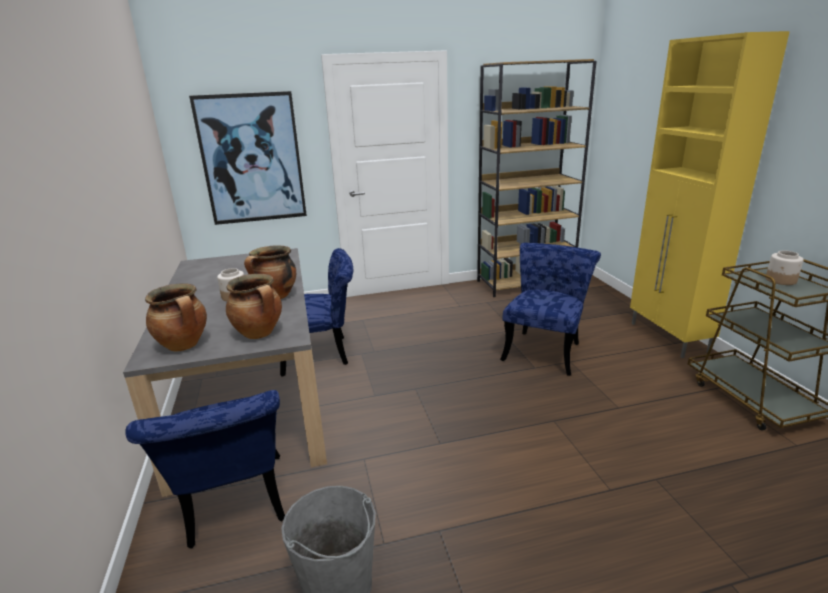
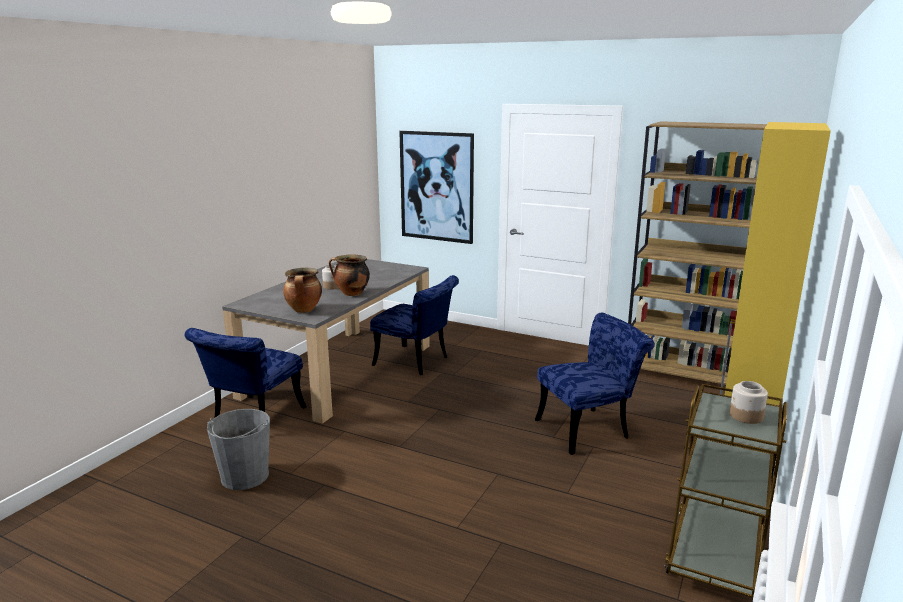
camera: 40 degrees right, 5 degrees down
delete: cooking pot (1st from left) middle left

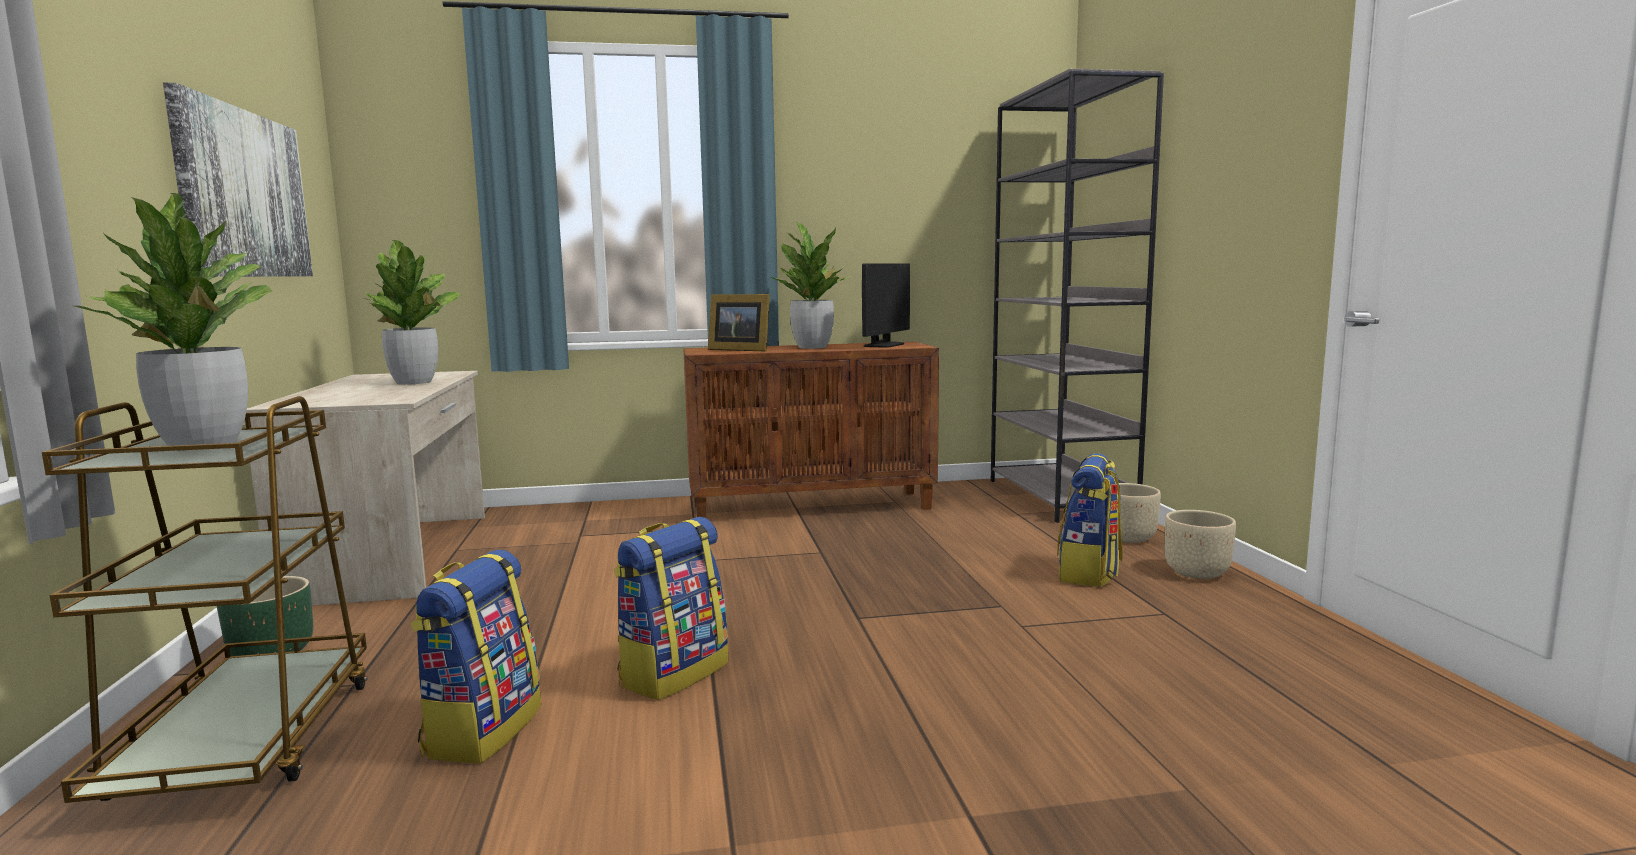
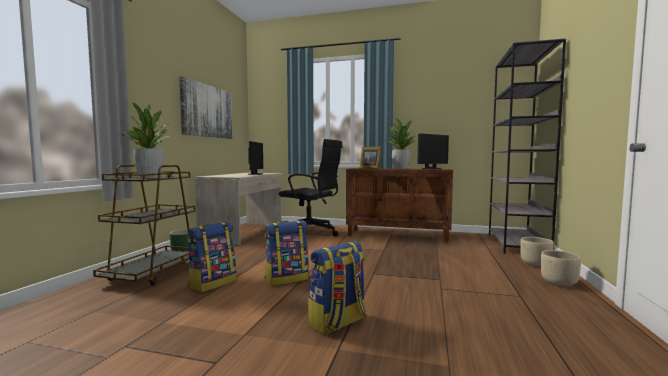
camera: 25 degrees right, 5 degrees down
insert: office chair (black) centre
move: backpack (3rd from left) centre to bottom centre
replace: potted plant (2nd from left) middle left to monitor (1st from left) centre

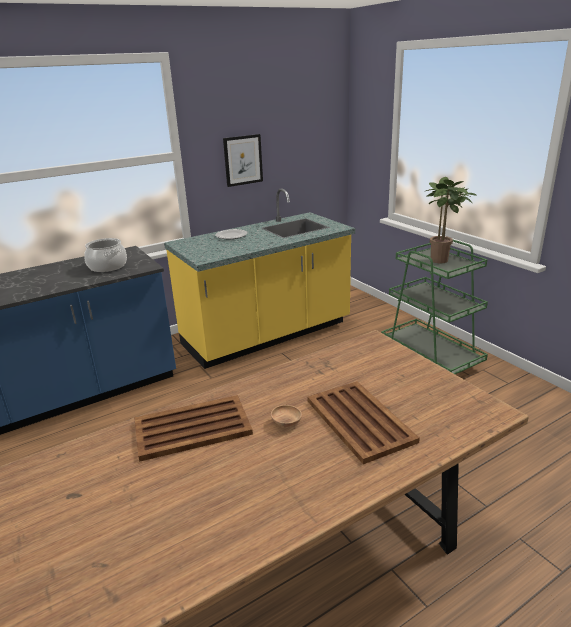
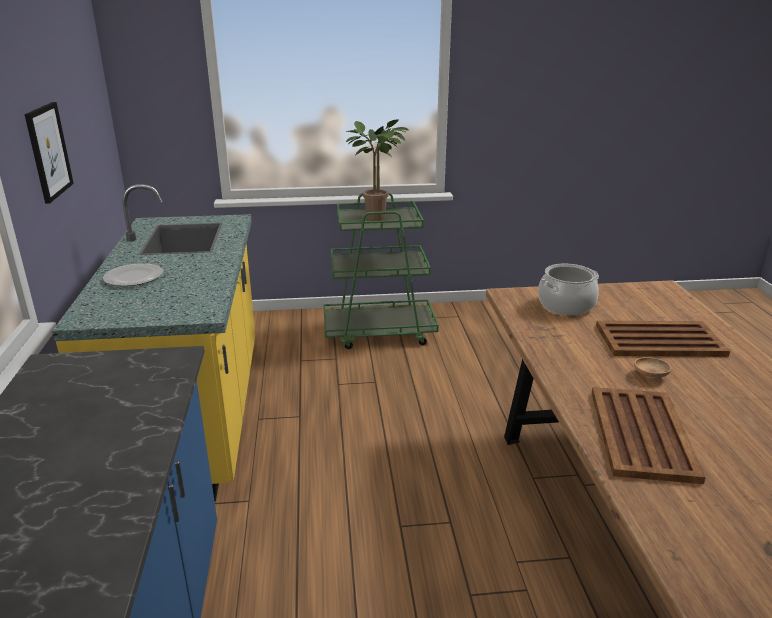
camera: 65 degrees left, 0 degrees up
move: cooking pot middle left to middle right

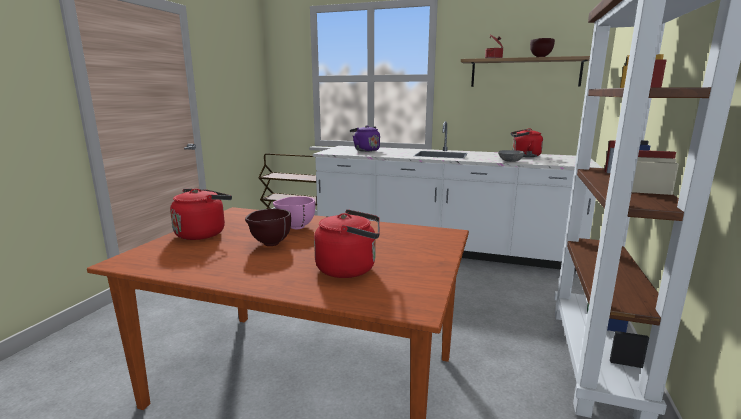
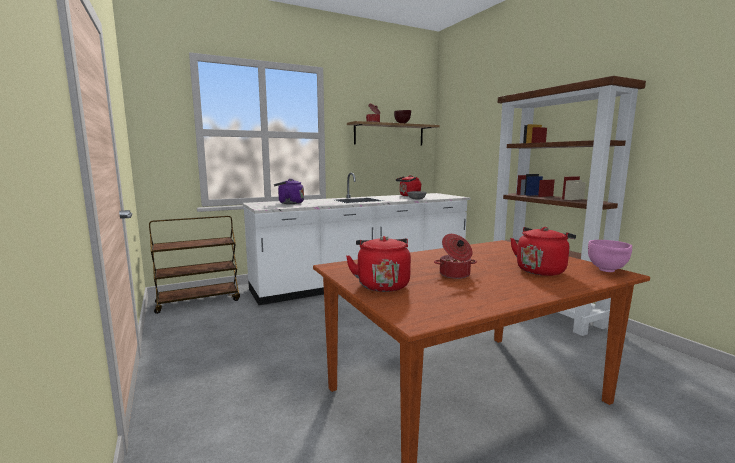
camera: 45 degrees left, 5 degrees down
move: bowl (pink) centre to middle right
replace: bowl (brown) (1st from left) centre to cooking pot (2nd from left) centre

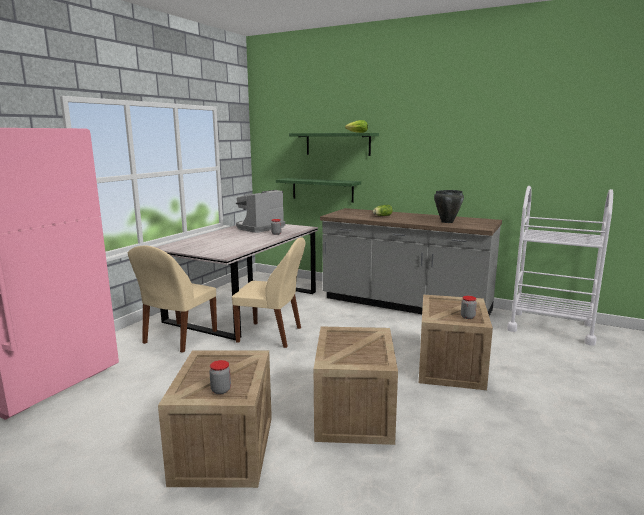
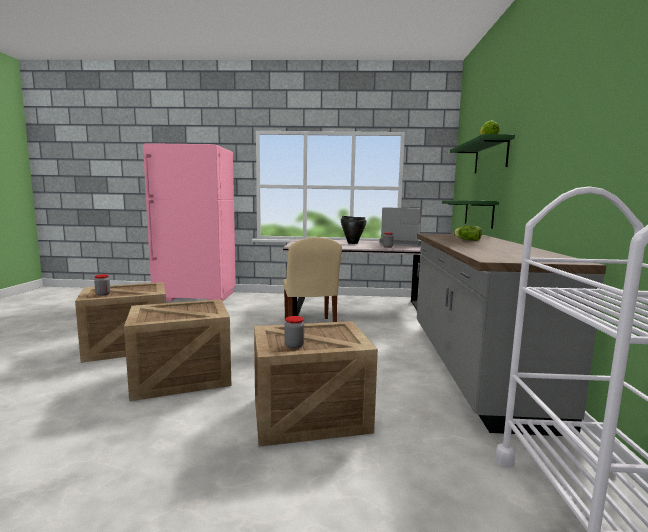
camera: 65 degrees right, 5 degrees down
delete: chair (beige) (1st from left) middle left
move: cooking pot (black) middle right to centre

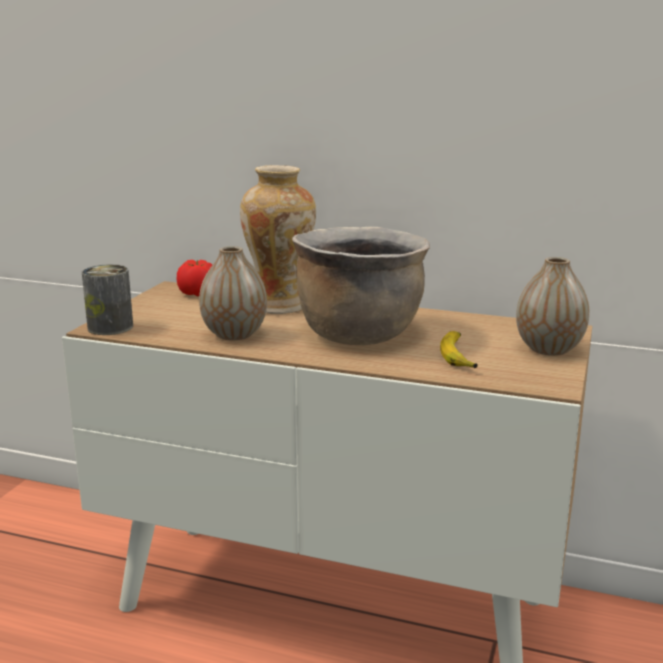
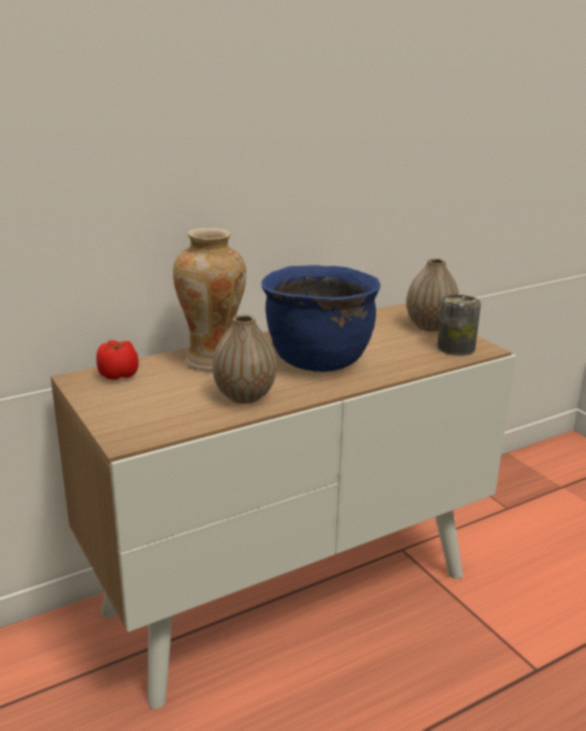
camera: 50 degrees left, 5 degrees up
delete: banana middle right
move: can middle left to middle right
recolor: cooking pot (brown) centre to cooking pot (blue) centre

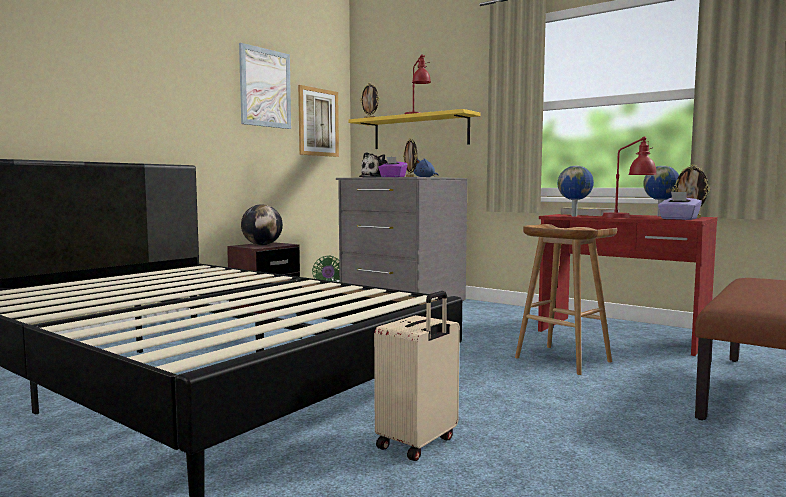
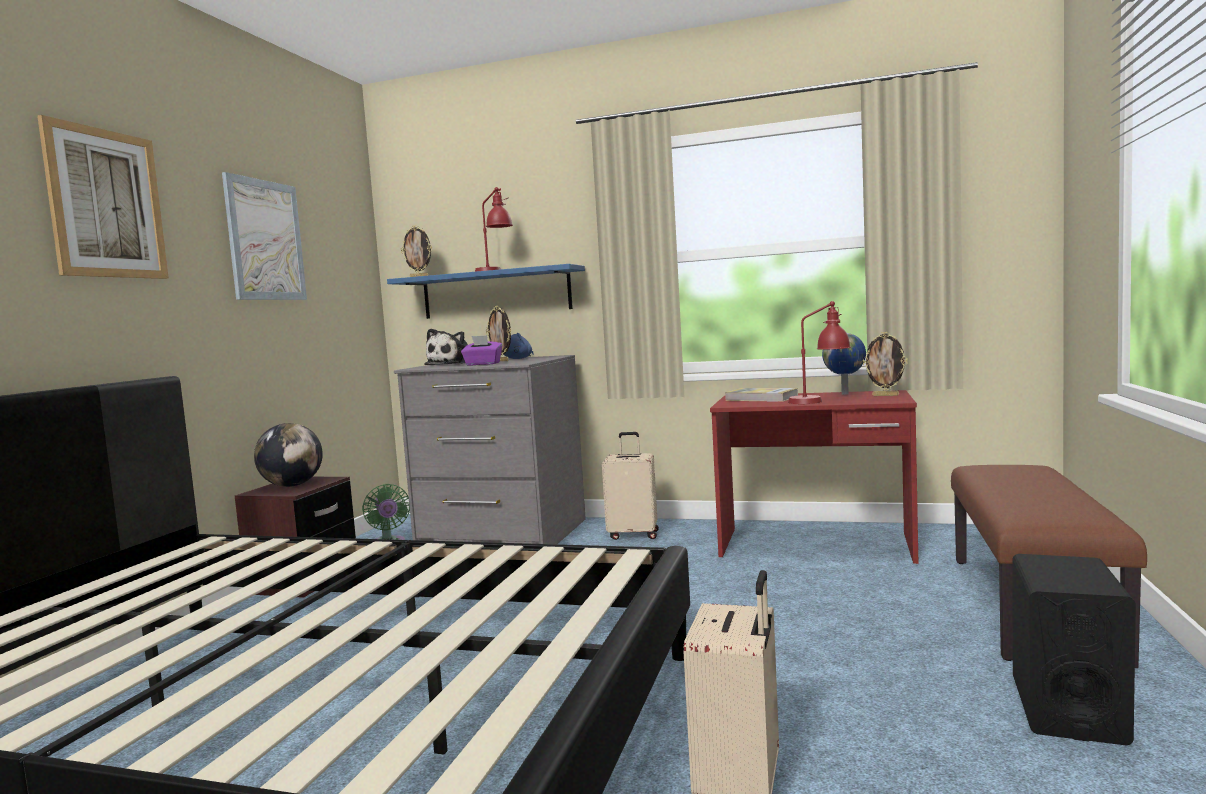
camera: 20 degrees left, 0 degrees up
delete: stool (brown) middle right; globe (2nd from left) middle right; tissue box (purple) (2nd from left) middle right
insert: suitcase (beige) (1st from left) centre; speaker (black) bottom right
move: picture (2nd from left in the first image) top centre to picture (1st from left) top left
recolor: shelf (yellow) top centre to shelf (blue) centre

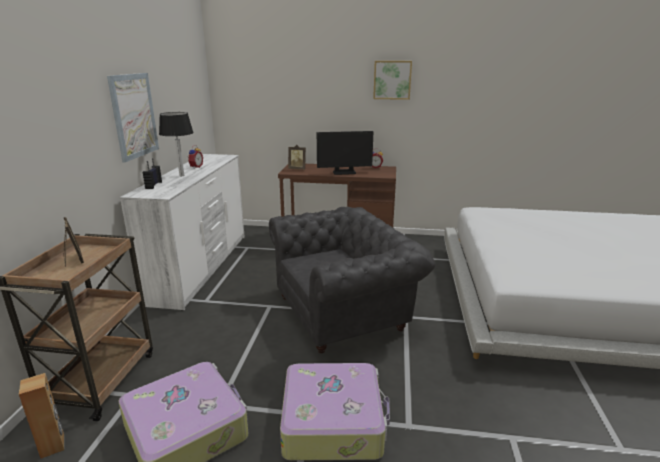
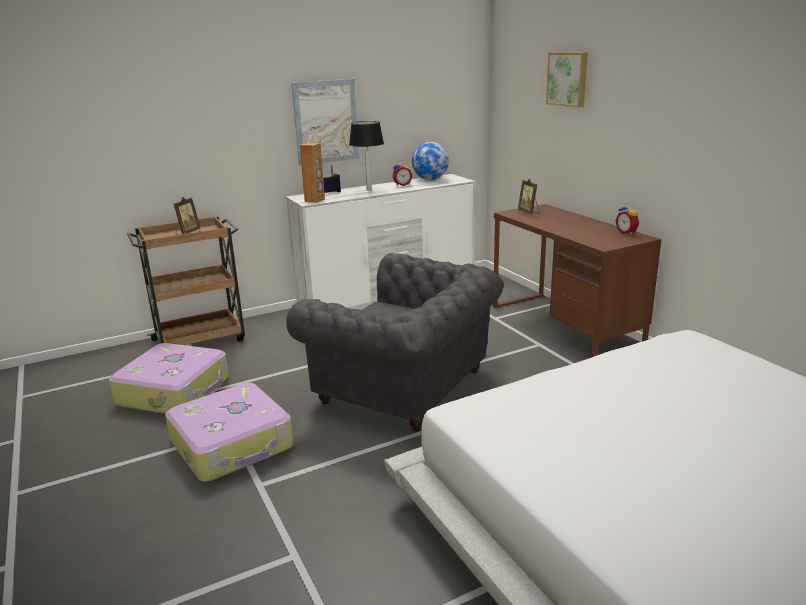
camera: 55 degrees right, 0 degrees up
delete: monitor top centre
insert: globe top centre
move: speaker (brown) bottom left to top centre; picture (2nd from left) top centre to top right

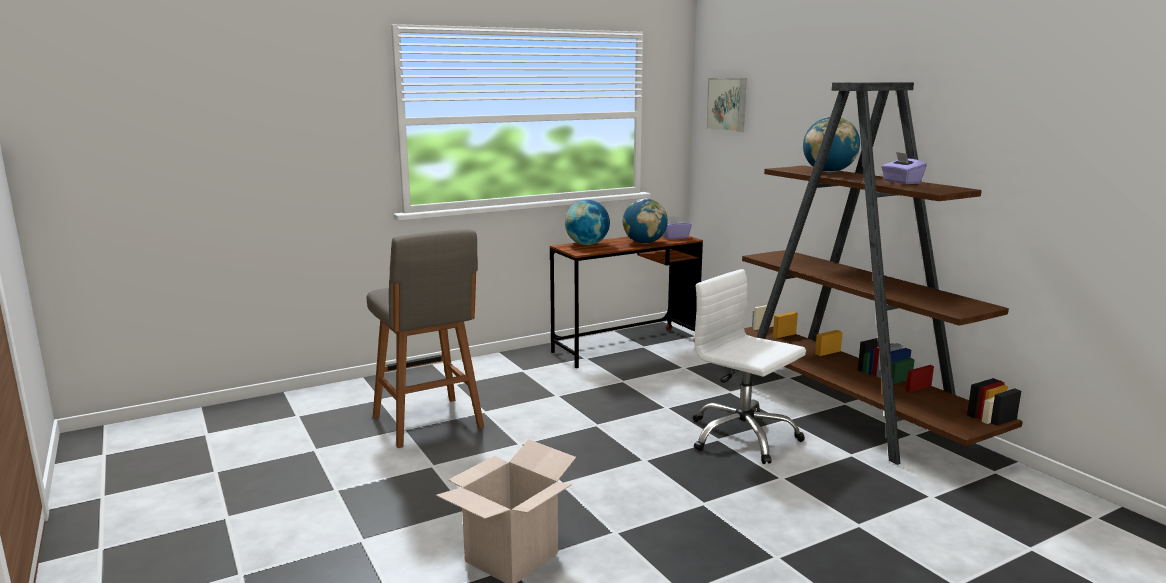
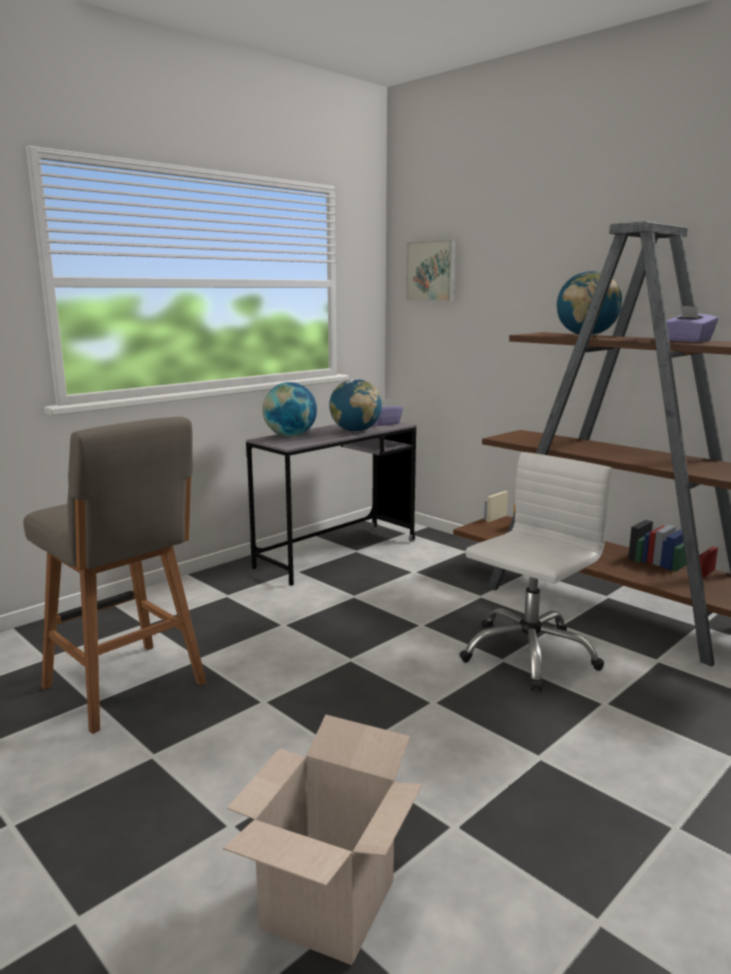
camera: 15 degrees left, 0 degrees up
recolor: desk (brown) centre to desk (grey) centre
rotate: office chair (white) centre = middle right 105 degrees clockwise

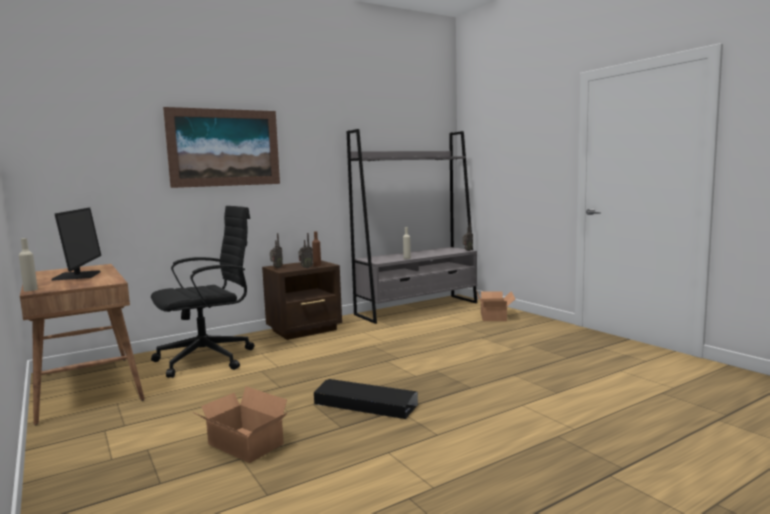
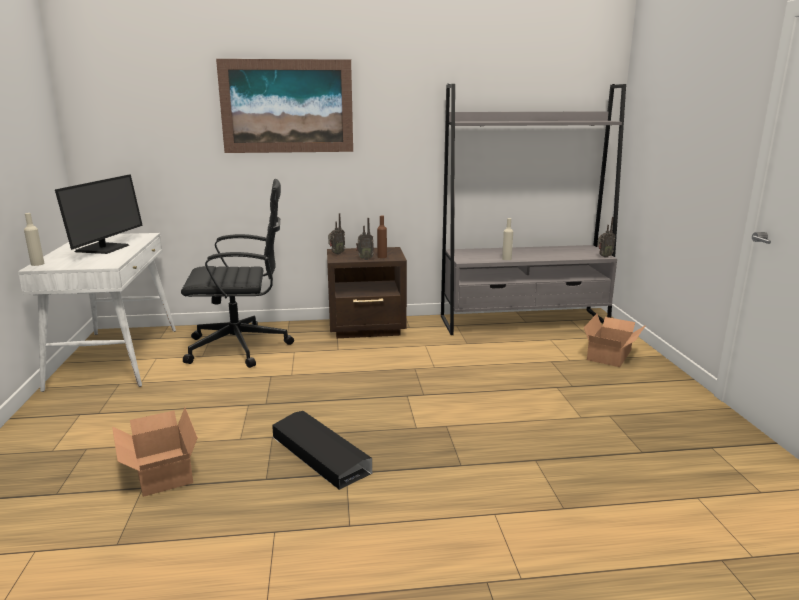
camera: 25 degrees right, 10 degrees up
recolor: desk (brown) bottom left to desk (white) middle left

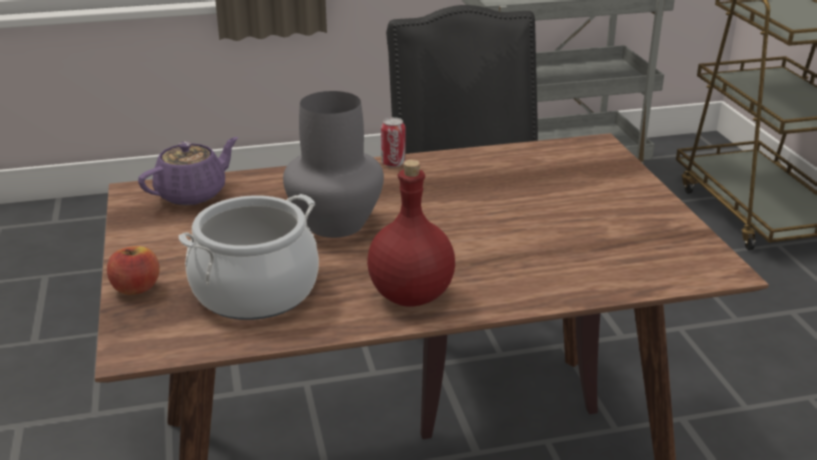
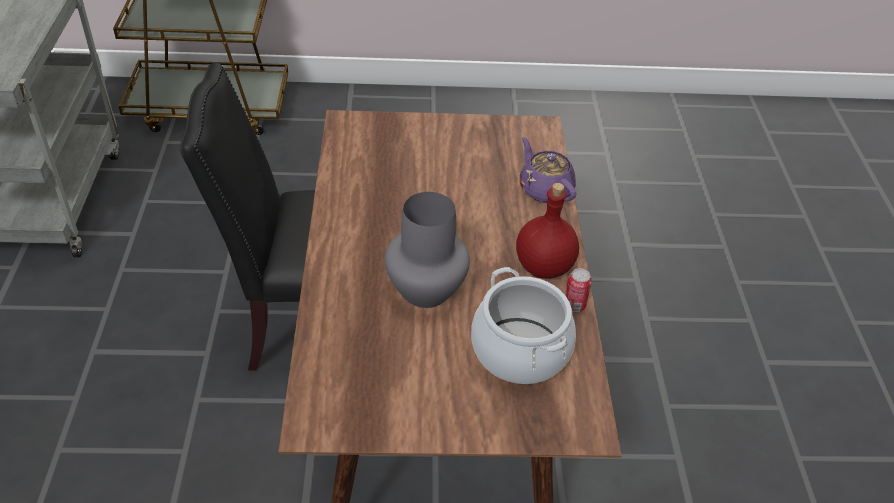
camera: 80 degrees left, 15 degrees up
delete: apple middle left
move: teapot (purple) middle left to centre; can top centre to centre

